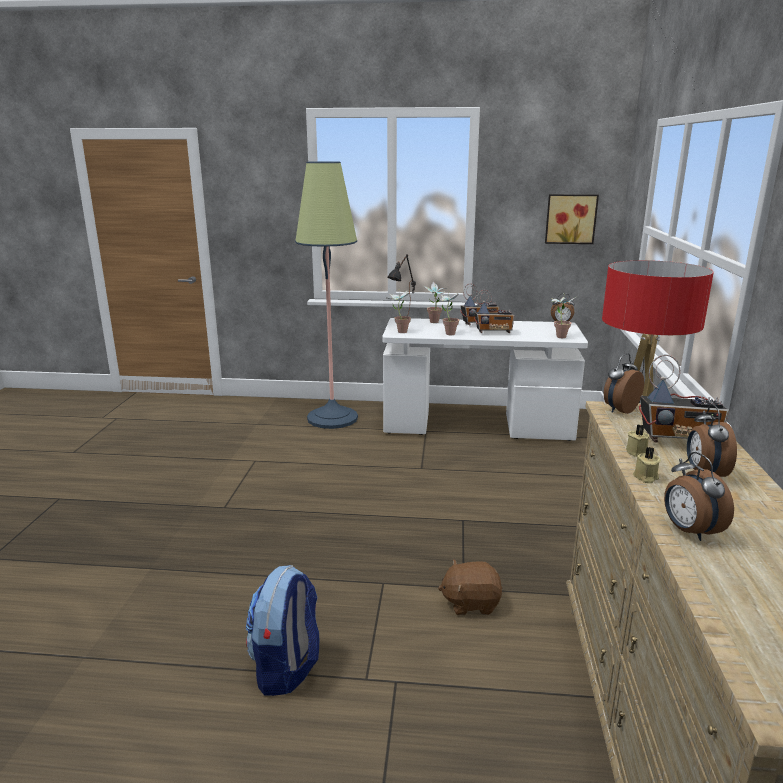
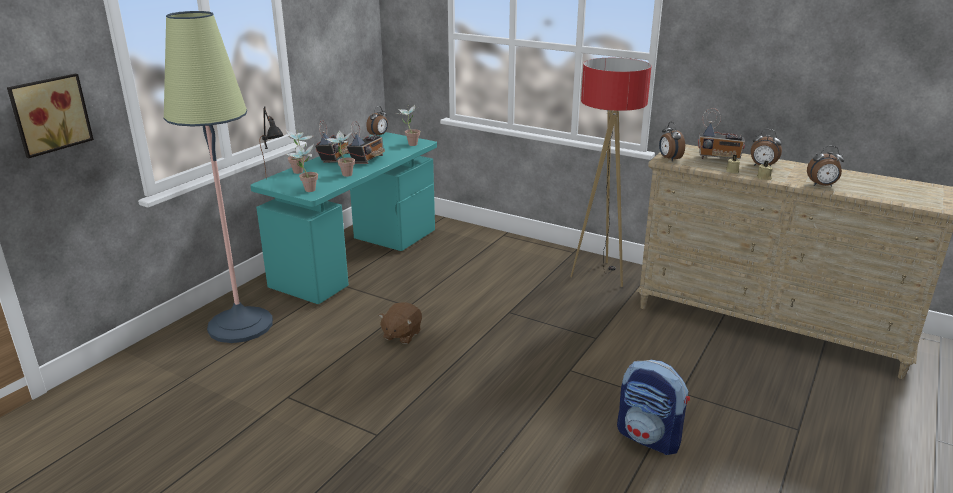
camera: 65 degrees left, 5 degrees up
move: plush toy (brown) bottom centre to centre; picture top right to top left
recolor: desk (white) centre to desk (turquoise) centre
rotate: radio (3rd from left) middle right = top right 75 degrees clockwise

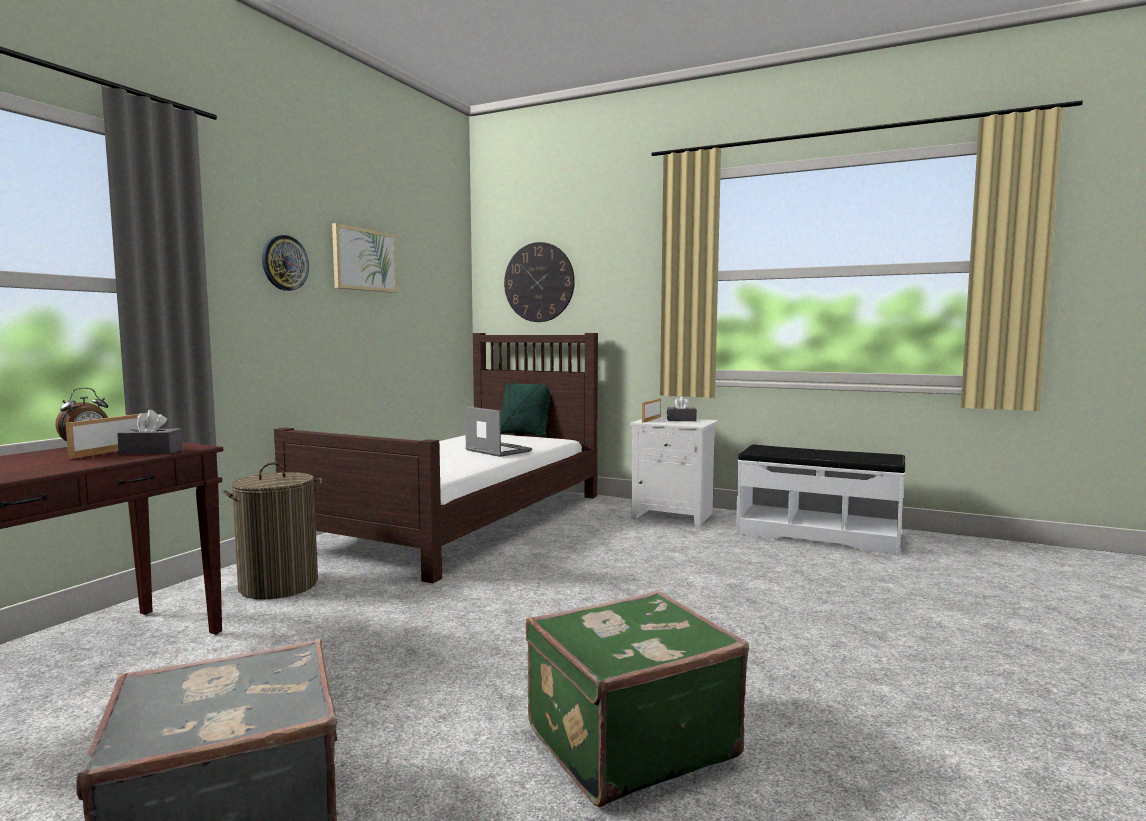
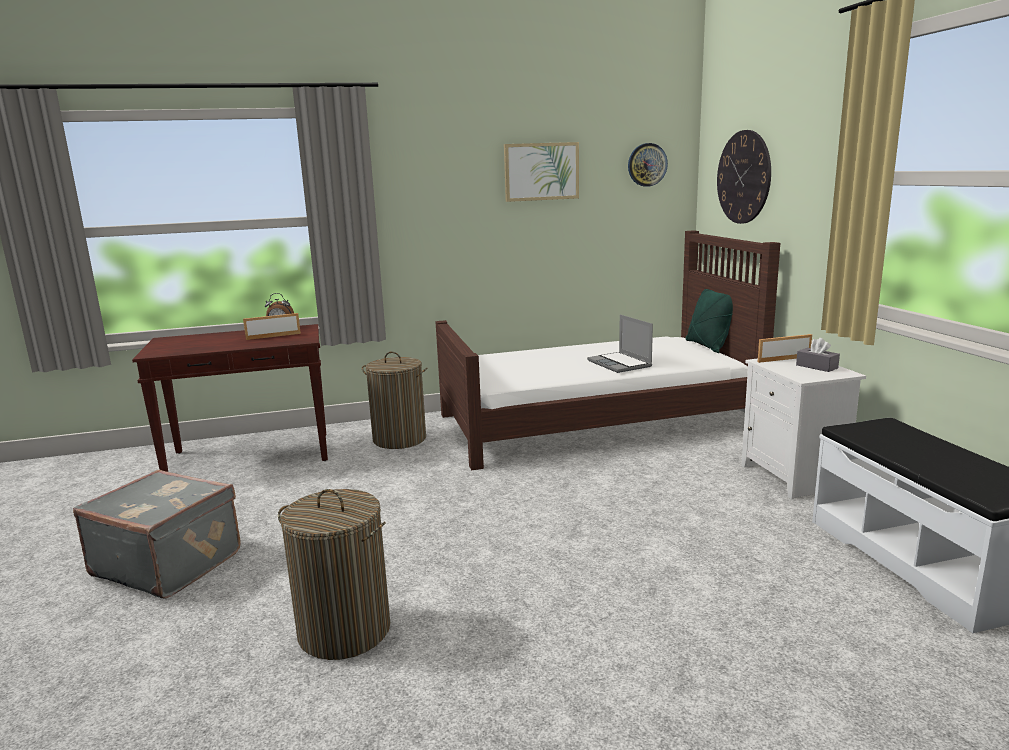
camera: 50 degrees right, 10 degrees up
delete: tissue box (grey) (1st from left) middle left
move: wall clock (1st from left) top left to top centre
replace: suitcase (green) bottom centre to laundry basket (1st from left) bottom left
rotate: laptop centre = centre 150 degrees clockwise

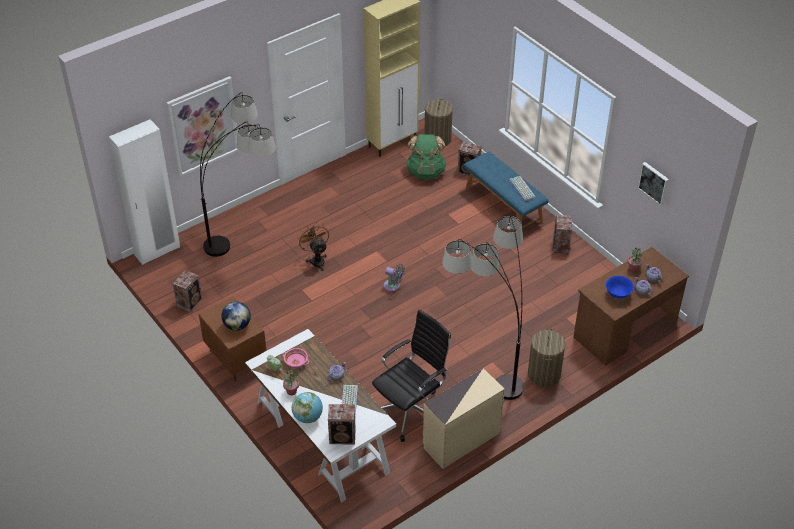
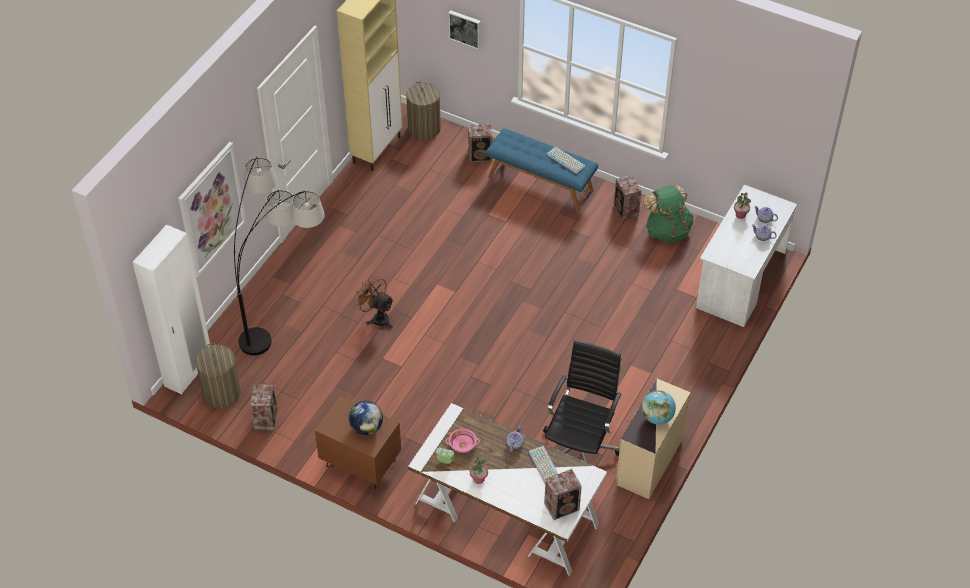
camera: 25 degrees left, 5 degrees up
delete: fan (grey) centre; floor lamp (2nd from left) centre; bowl (blue) middle right
move: globe (2nd from left) bottom centre to bottom right; backpack (green) top centre to middle right; laundry basket (2nd from left in the first image) bottom right to laundry basket (1st from left) middle left; picture (2nd from left) middle right to top centre
recolor: desk (brown) middle right to desk (white) (2nd from left) middle right

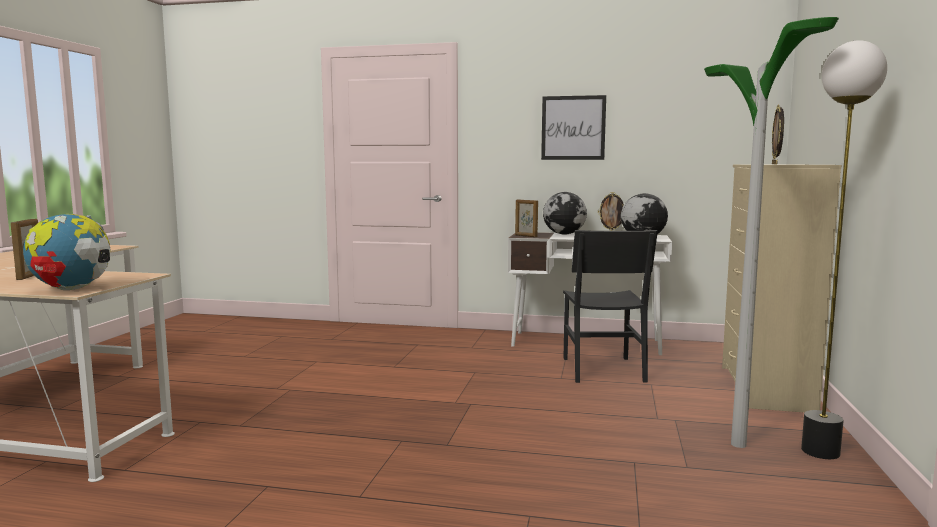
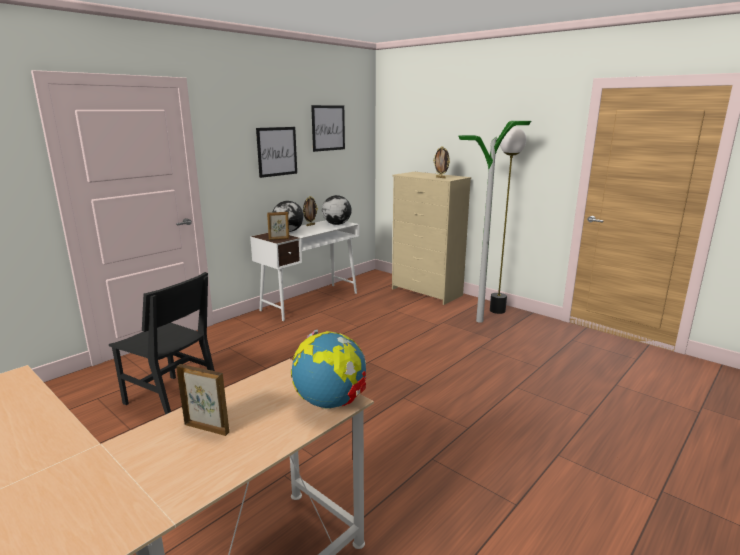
camera: 60 degrees left, 10 degrees up
insert: picture (2nd from left) top centre
move: chair (black) centre to middle left

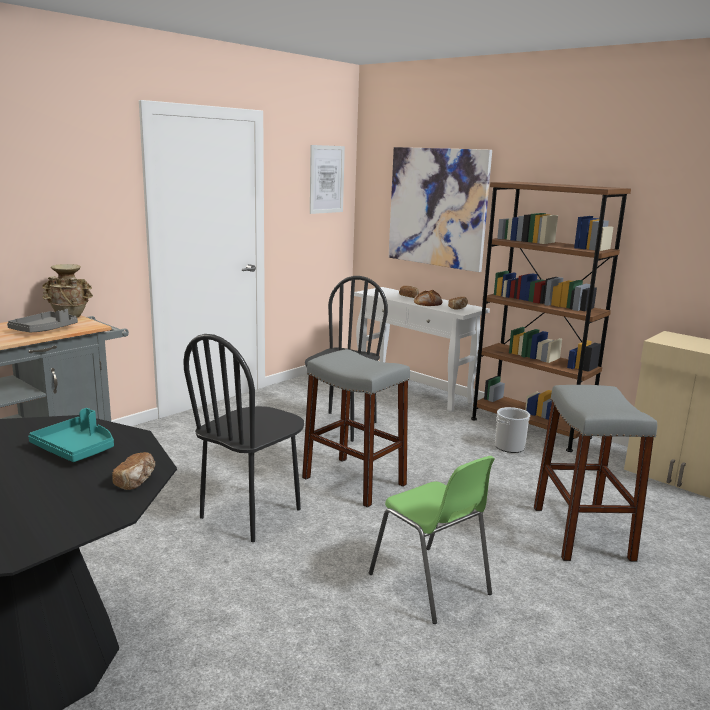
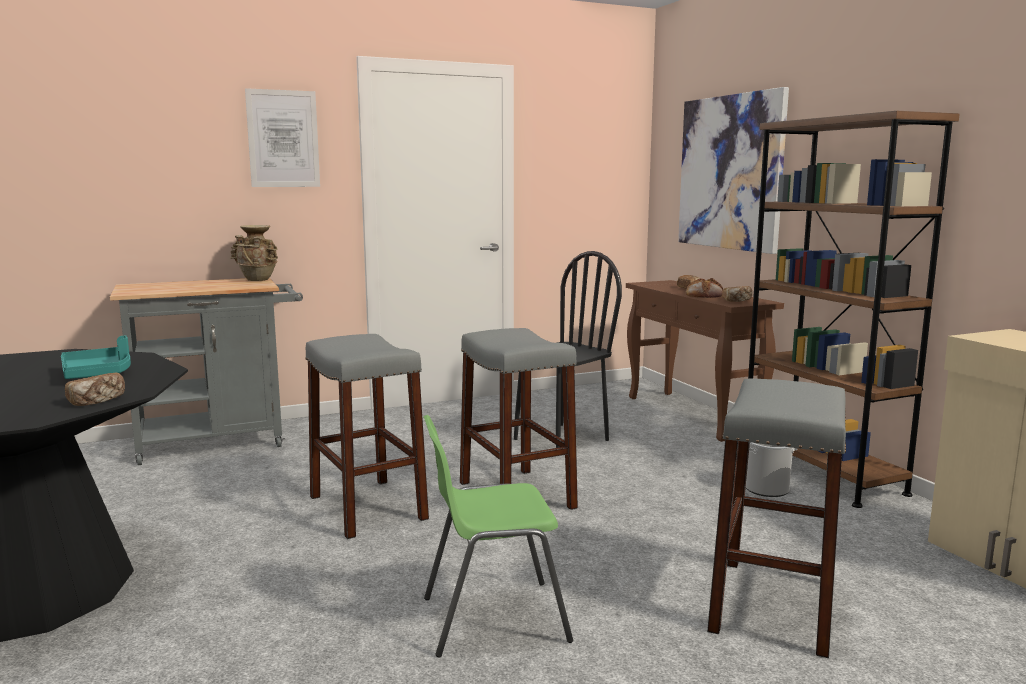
camera: 25 degrees right, 5 degrees down
delete: tray (grey) middle left
move: picture (1st from left) top centre to top left
replace: chair (black) (1st from left) centre to stool (grey) (1st from left) centre
recolor: console table (white) centre to console table (brown) middle right
rotate: chair (green) bottom centre = bottom centre 90 degrees clockwise

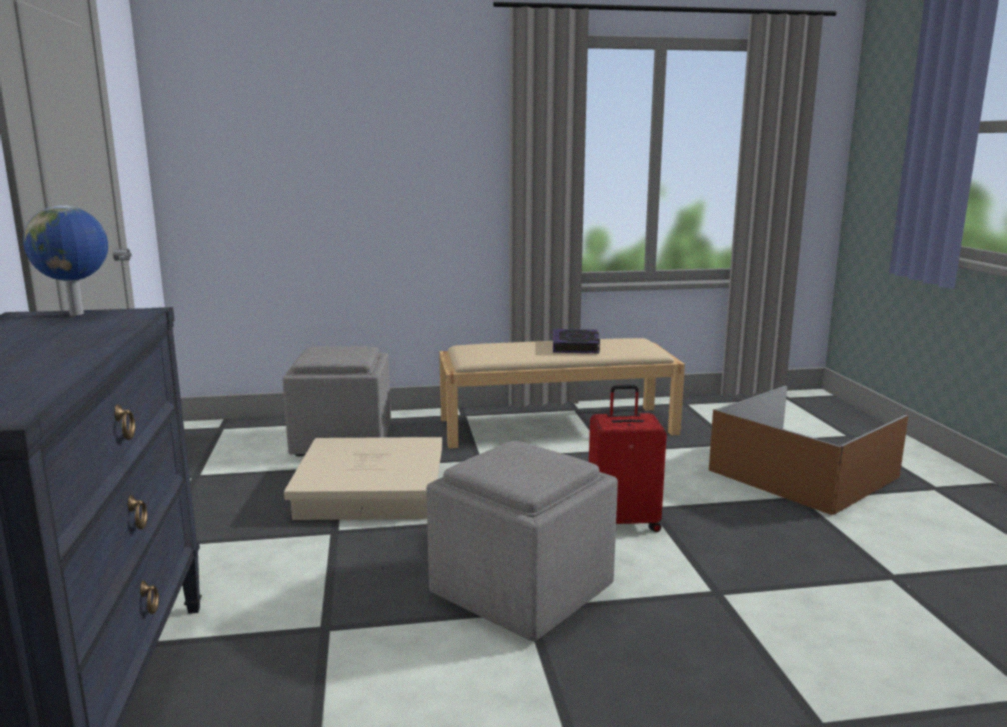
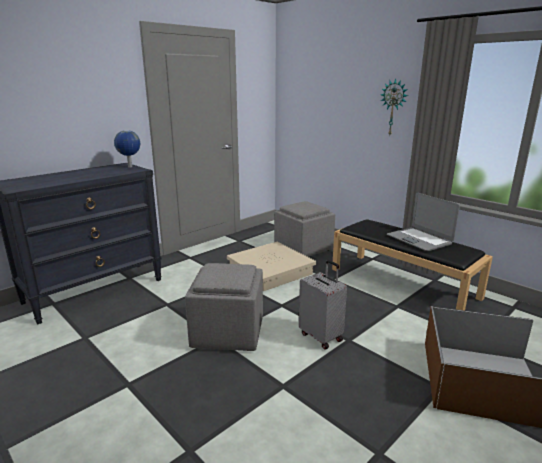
camera: 55 degrees right, 5 degrees up
insert: wall clock top right
replace: book centre to laptop middle right
recolor: bench (beige) centre to bench (black) middle right; suitcase (red) centre to suitcase (grey) centre

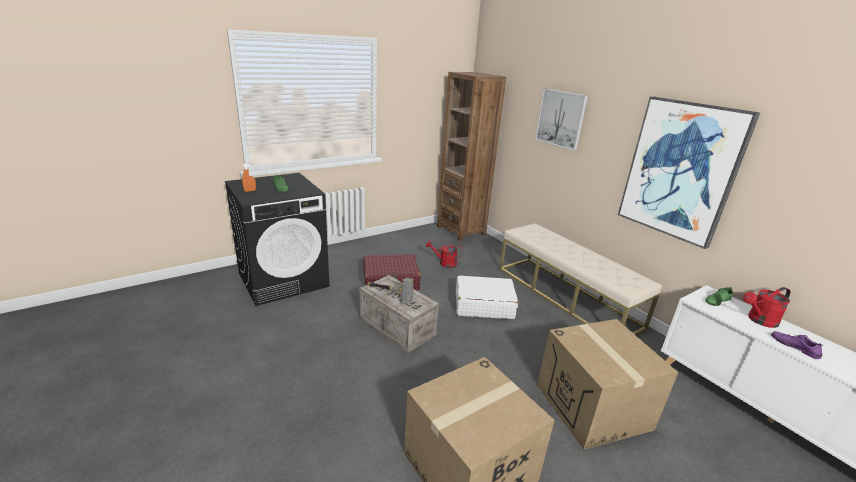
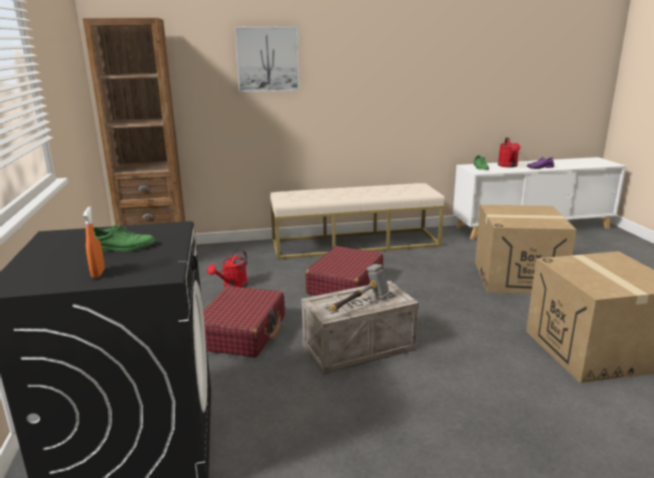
camera: 65 degrees left, 5 degrees down
delete: picture (2nd from left) middle right
recolor: suitcase (white) centre to suitcase (red) (2nd from left) centre

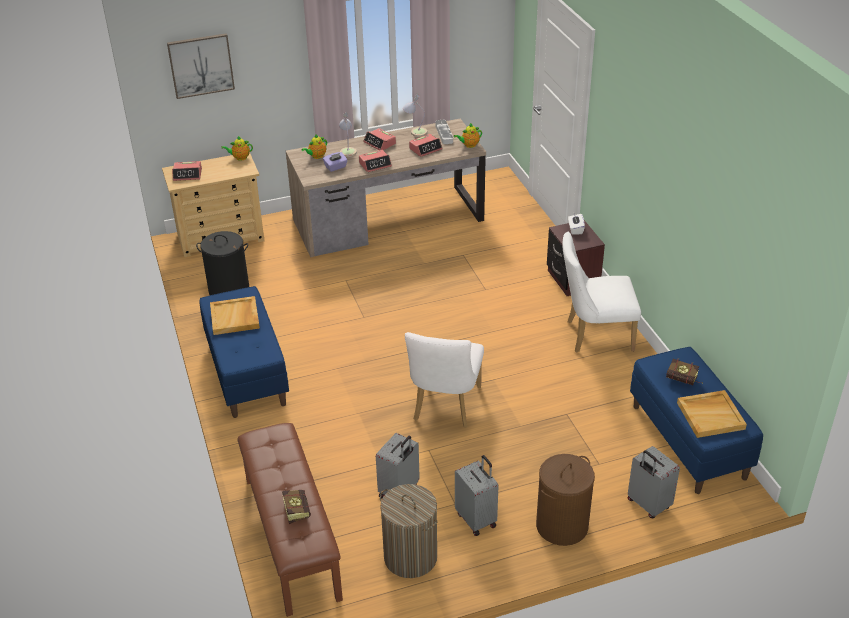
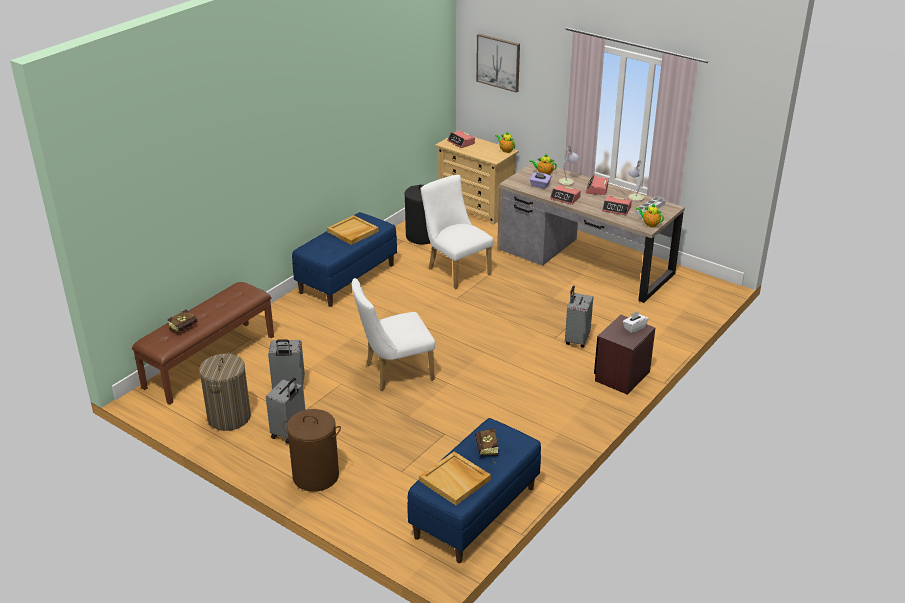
camera: 55 degrees right, 5 degrees down
move: chair (white) (2nd from left) middle right to centre; suitcase (grey) (3rd from left) bottom right to centre

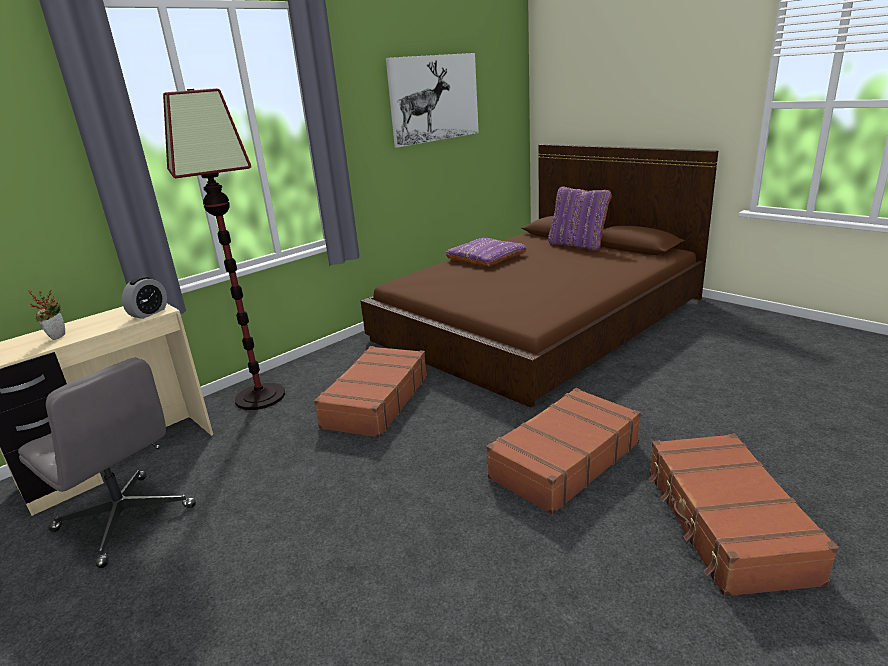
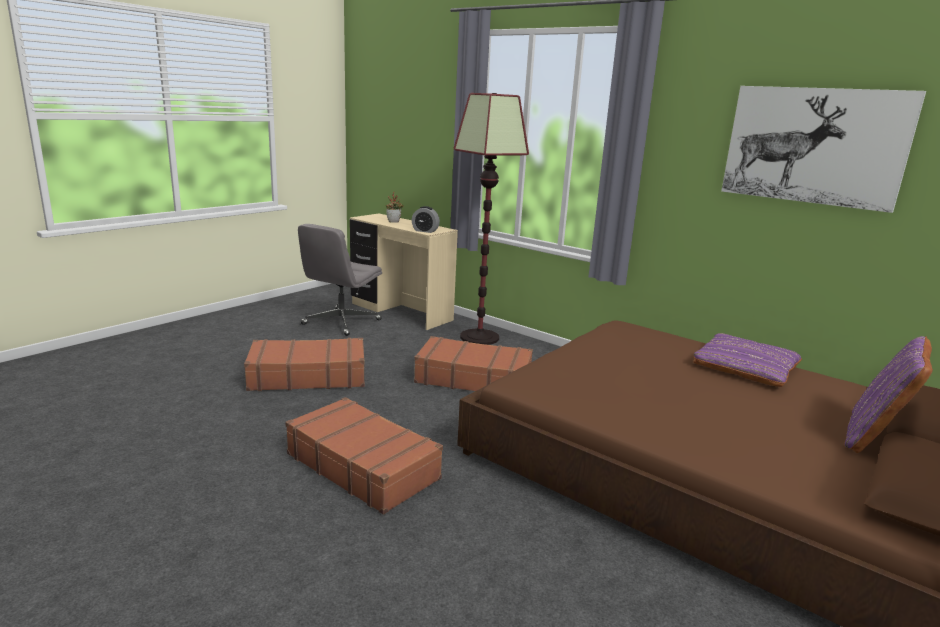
camera: 80 degrees right, 5 degrees down
move: suitcase (brown) (3rd from left in the first image) bottom right to suitcase (brown) (1st from left) middle left

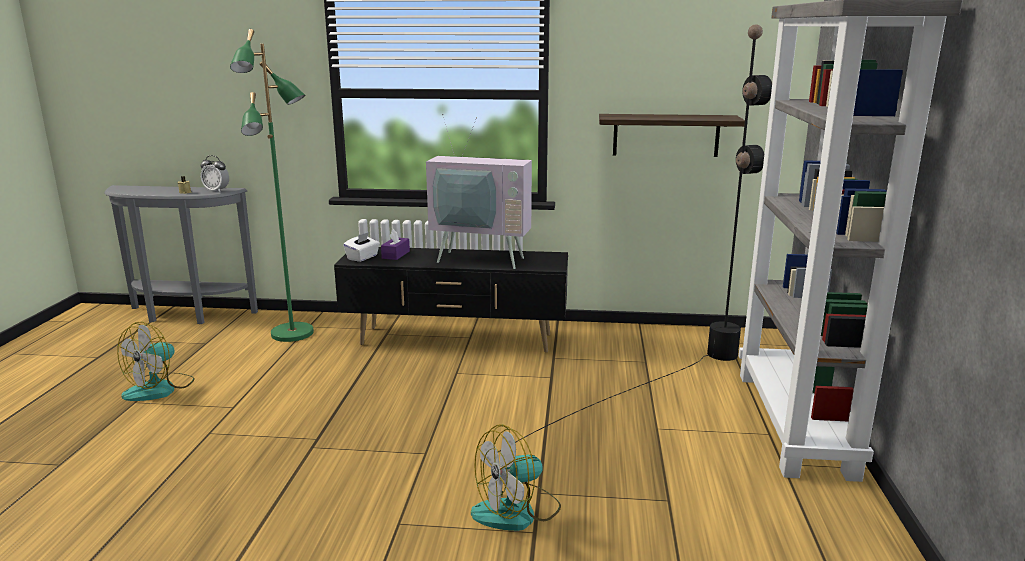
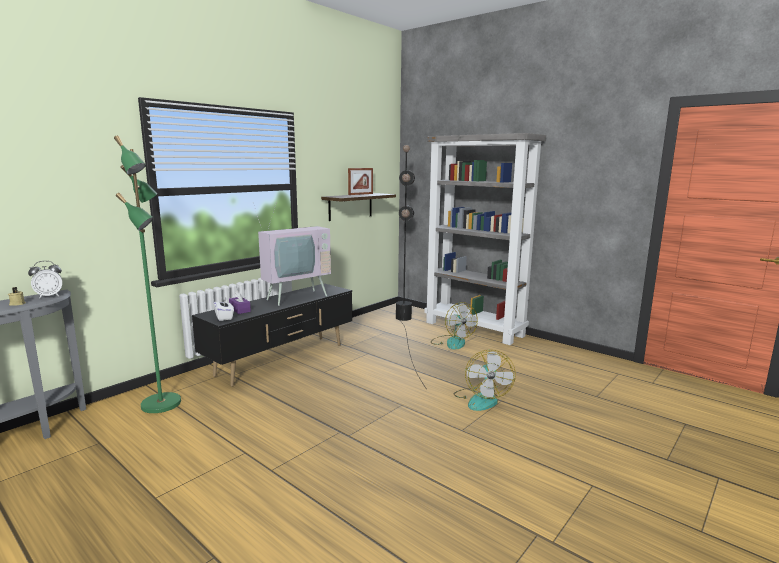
camera: 55 degrees left, 5 degrees down
insert: picture frame top centre
move: fan (1st from left) middle left to centre

